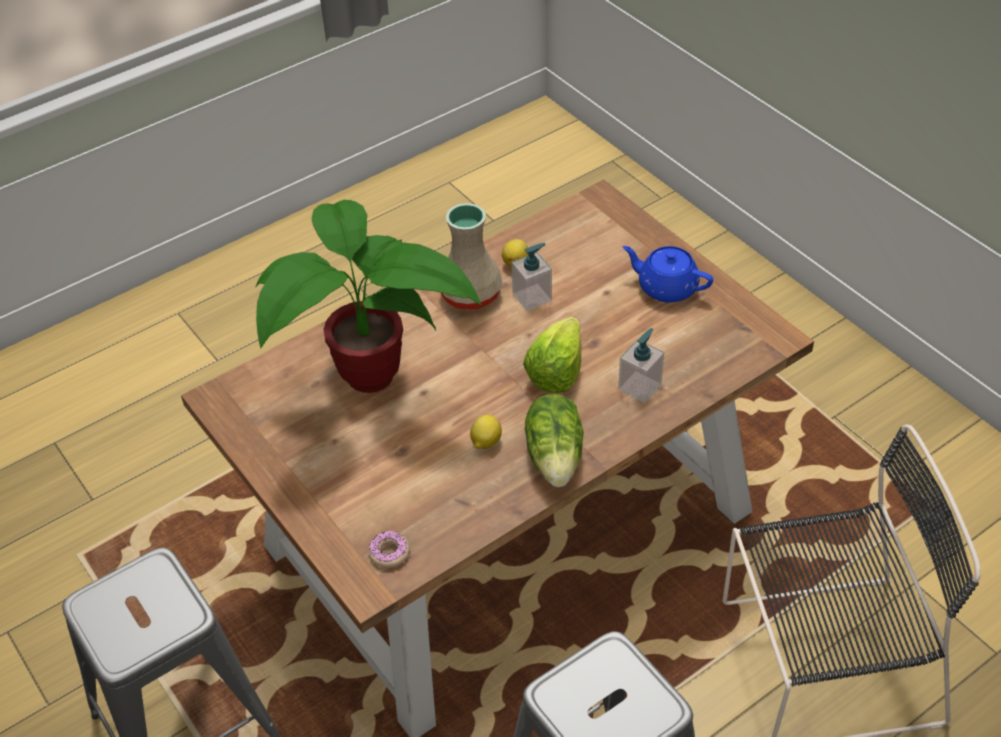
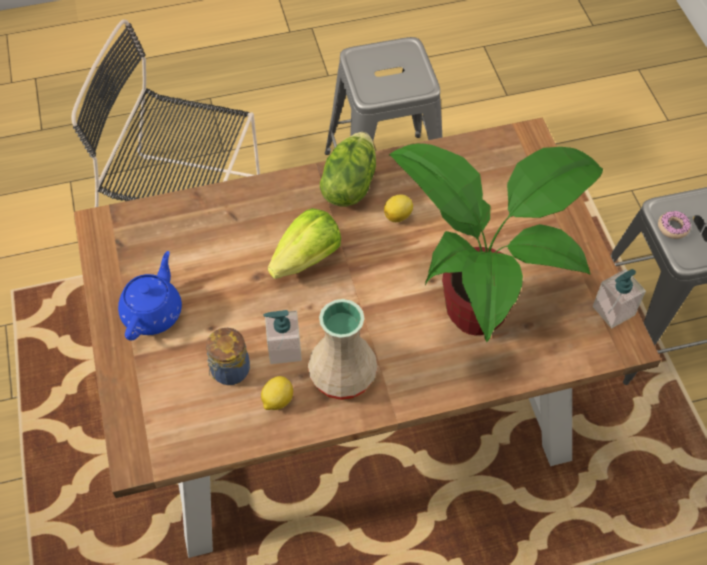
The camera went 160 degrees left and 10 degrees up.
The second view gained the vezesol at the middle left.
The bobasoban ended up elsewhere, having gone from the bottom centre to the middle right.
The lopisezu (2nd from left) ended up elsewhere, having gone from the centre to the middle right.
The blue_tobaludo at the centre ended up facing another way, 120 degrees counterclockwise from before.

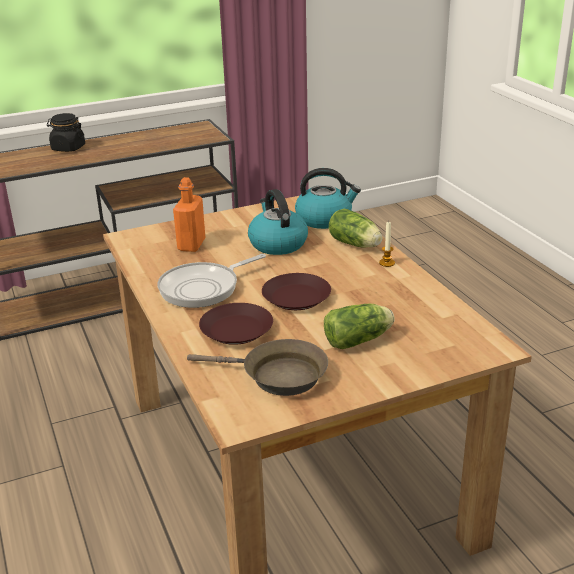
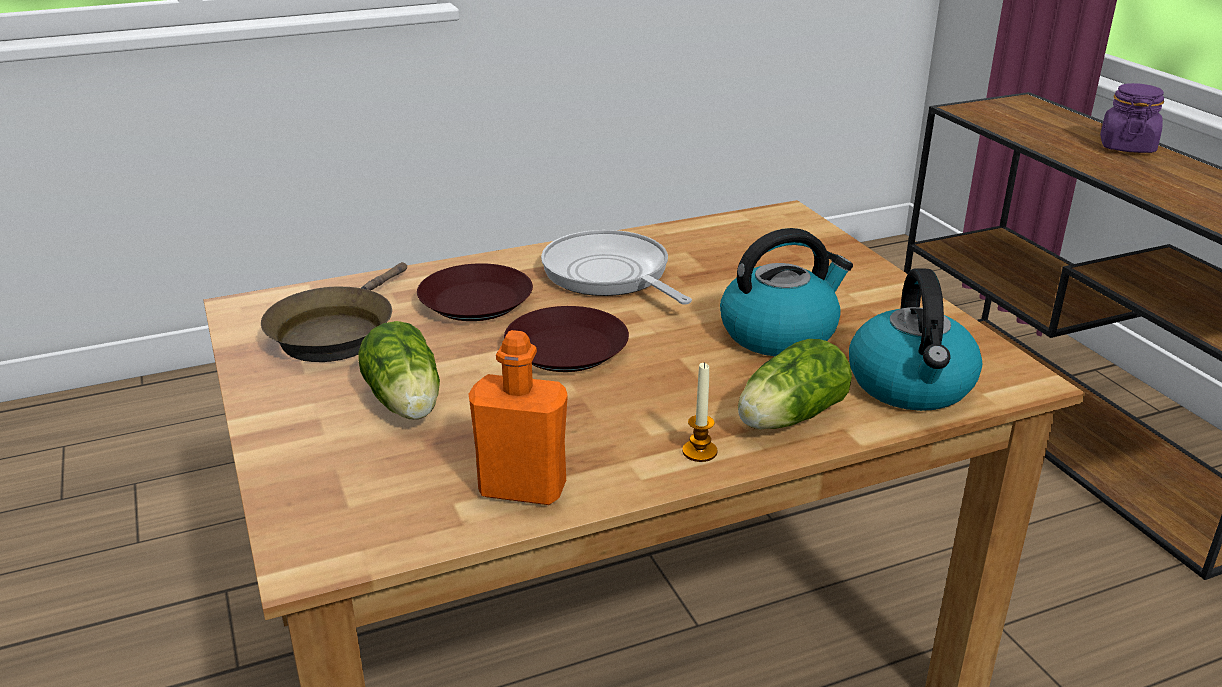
The camera went 90 degrees right and 0 degrees up.
The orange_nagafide ended up elsewhere, having gone from the middle left to the centre.
What was the black_vezesol at the top left turned into the purple_vezesol at the top right.

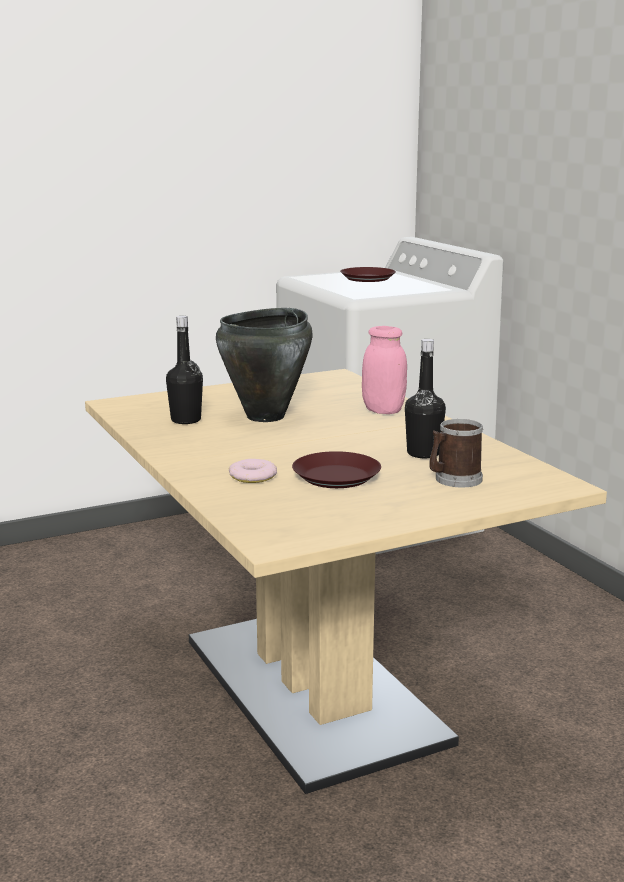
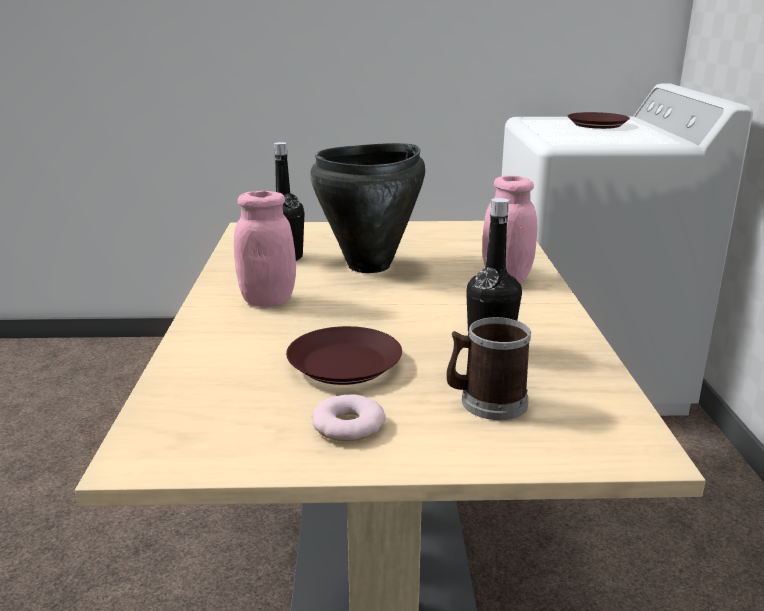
The camera went 25 degrees right and 5 degrees up.
The second view gained the pink_vezesol (1st from left) at the centre.
The bobasoban ended up elsewhere, having gone from the centre to the bottom centre.

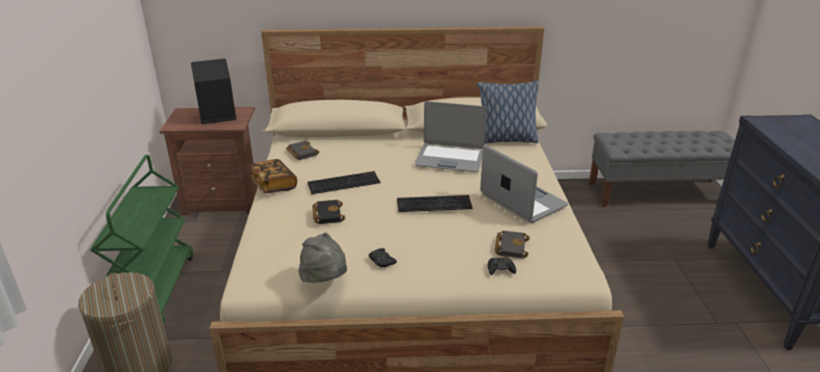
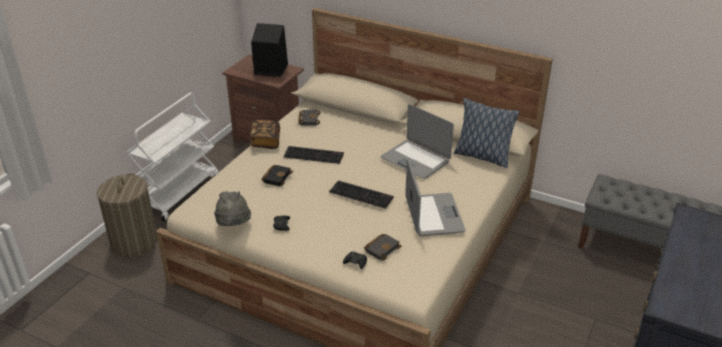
The camera went 30 degrees right and 5 degrees up.
What was the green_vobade at the middle left turned into the white_vobade at the middle left.

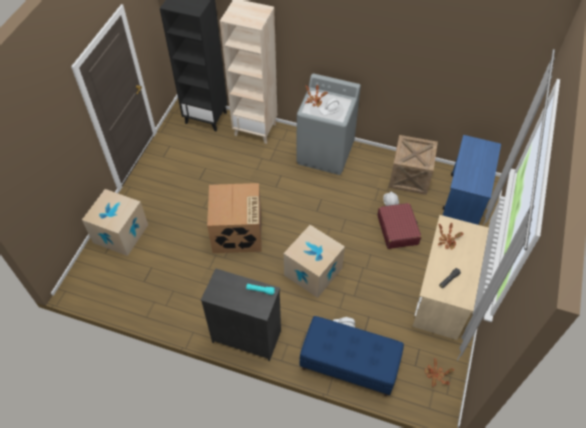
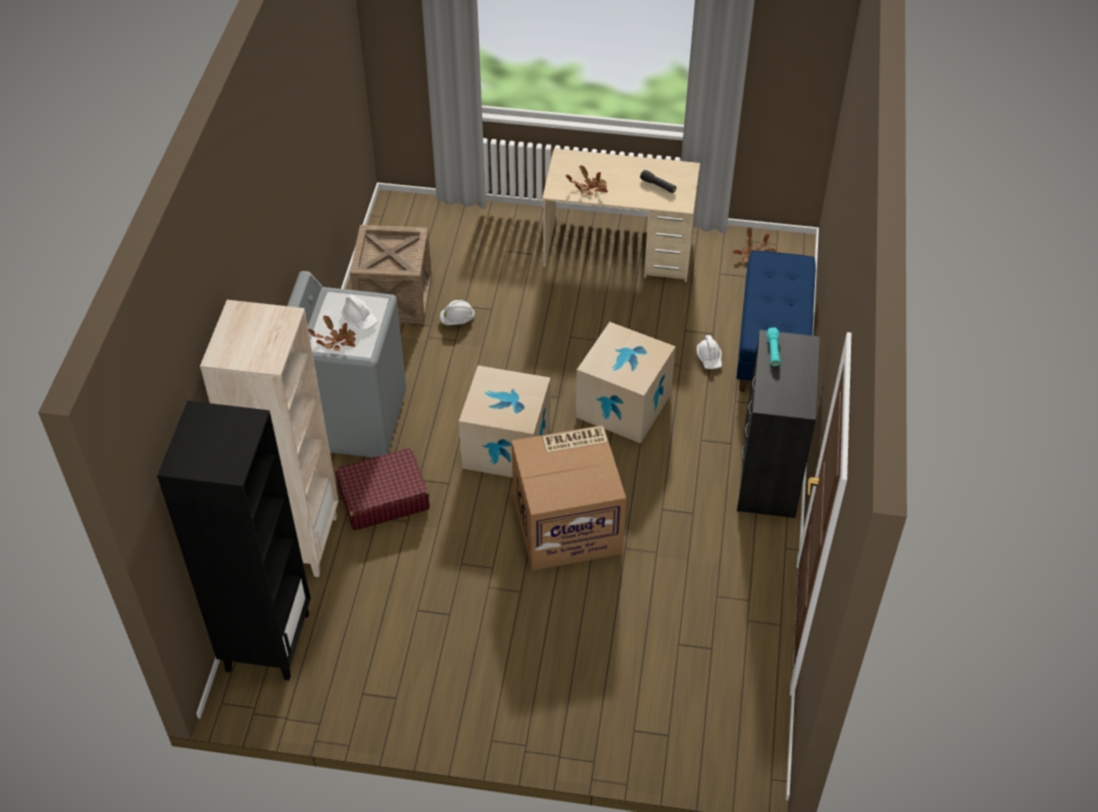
The camera went 100 degrees left and 5 degrees down.
The second view lost the blue_vobade at the middle right.
The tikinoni (1st from left) ended up elsewhere, having gone from the middle left to the centre.
The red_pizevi ended up elsewhere, having gone from the middle right to the centre.

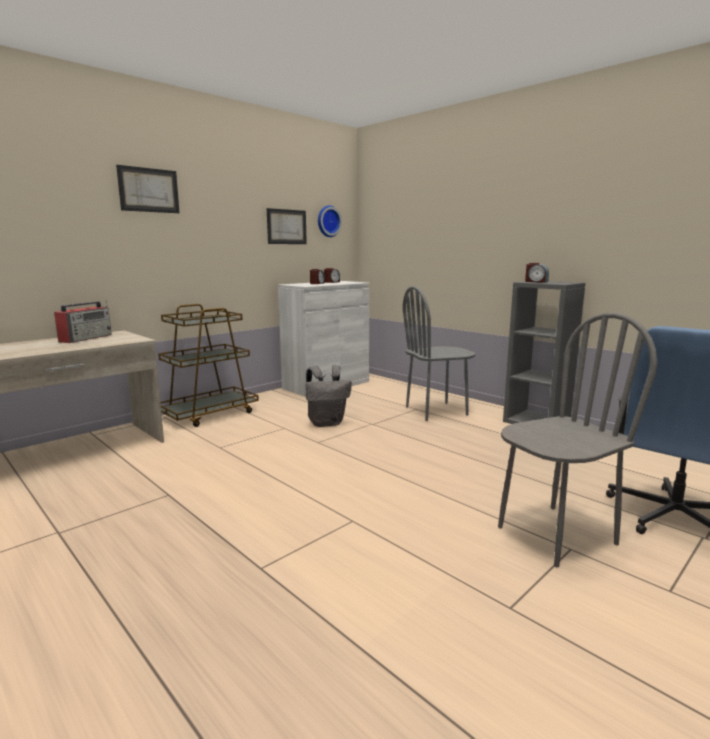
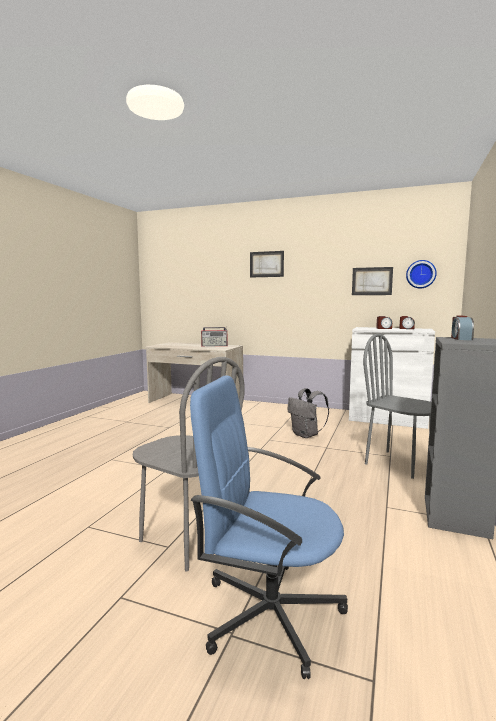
The camera went 65 degrees right and 5 degrees down.
The second view lost the brown_vobade at the middle left.

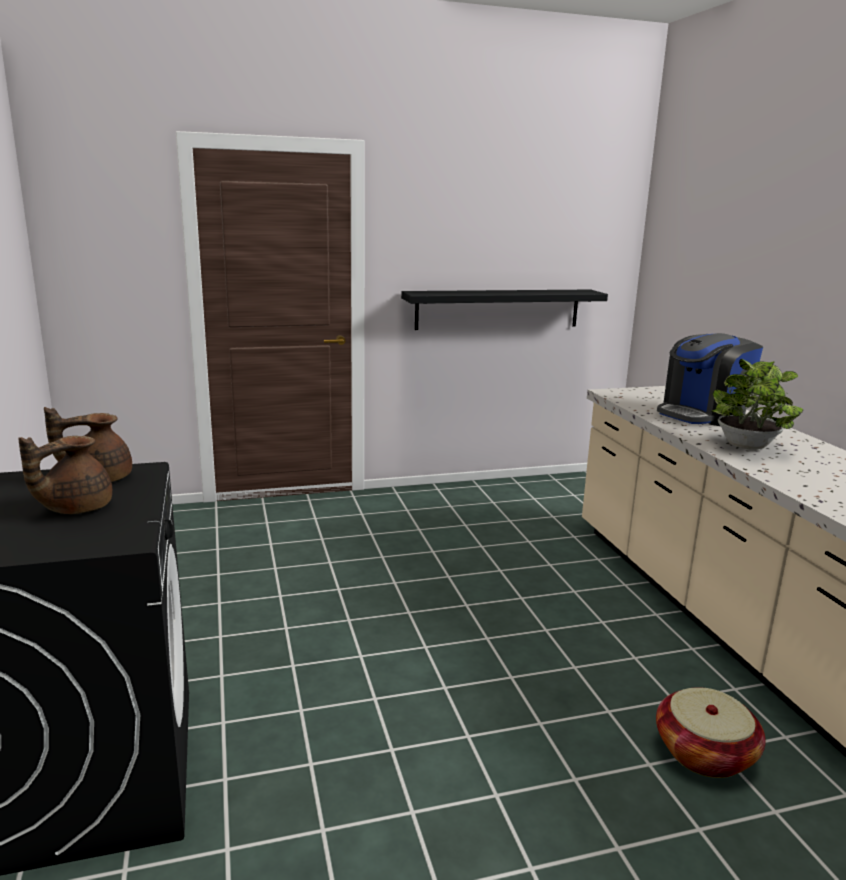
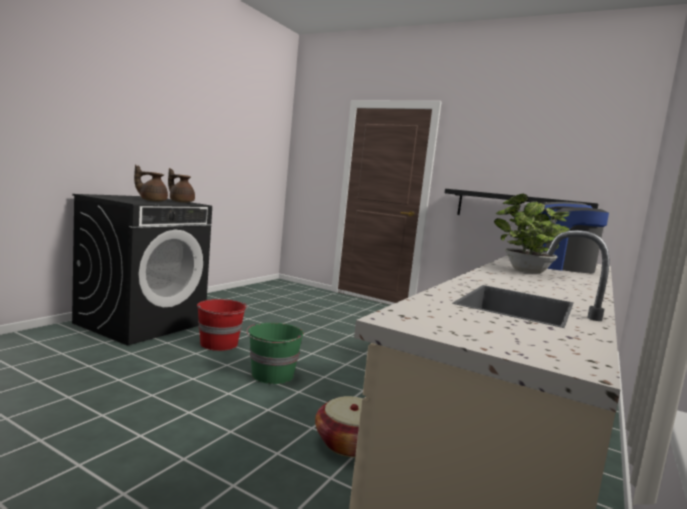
The camera went 45 degrees right and 10 degrees down.
The second view gained the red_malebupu at the middle left.
The second view gained the green_malebupu at the bottom centre.

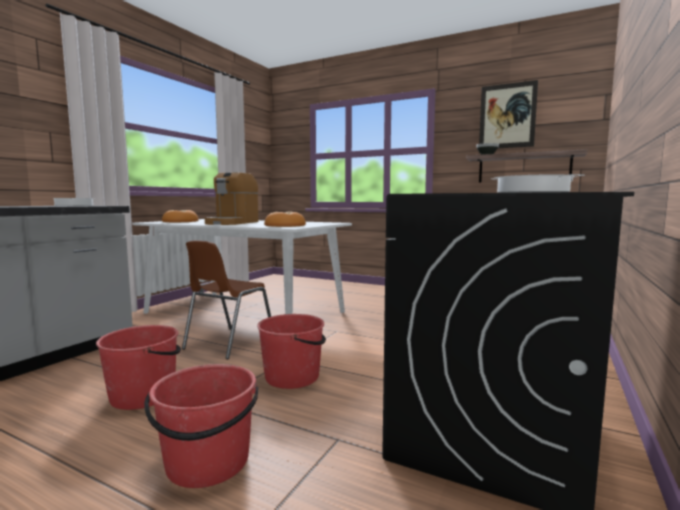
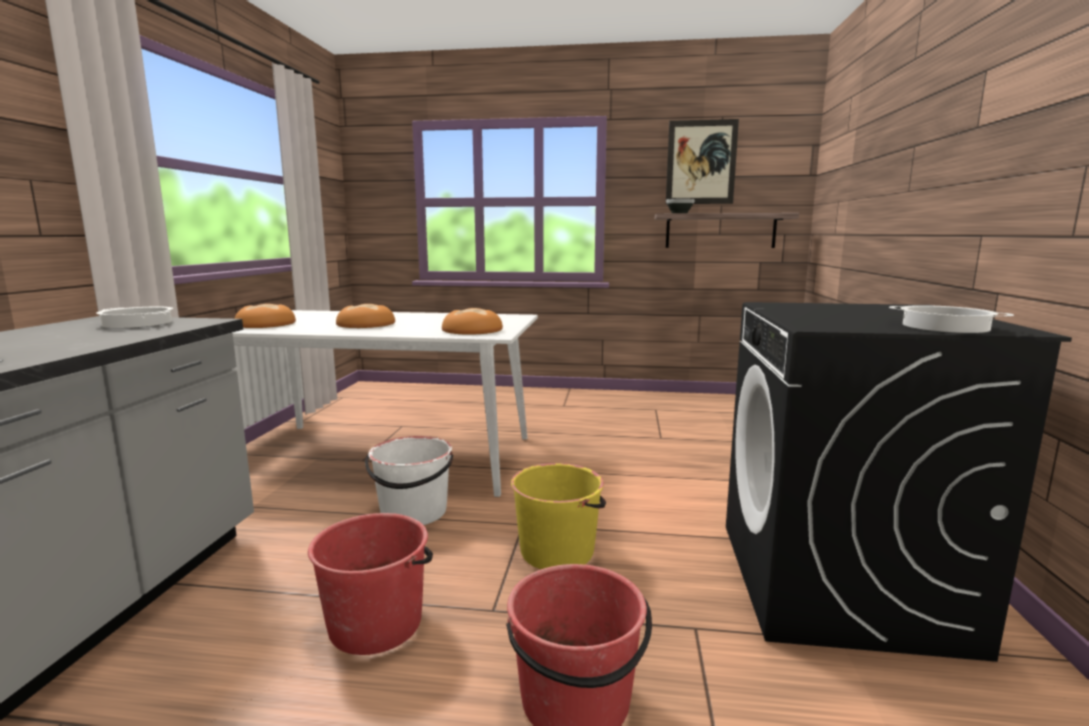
The camera went 20 degrees left and 5 degrees up.
Where the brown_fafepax stood at the middle left, the white_malebupu came to stand at the centre.
Where the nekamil stood at the centre, the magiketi (2nd from left) came to stand at the centre.
What was the red_malebupu (3rd from left) at the bottom centre turned into the yellow_malebupu at the bottom centre.

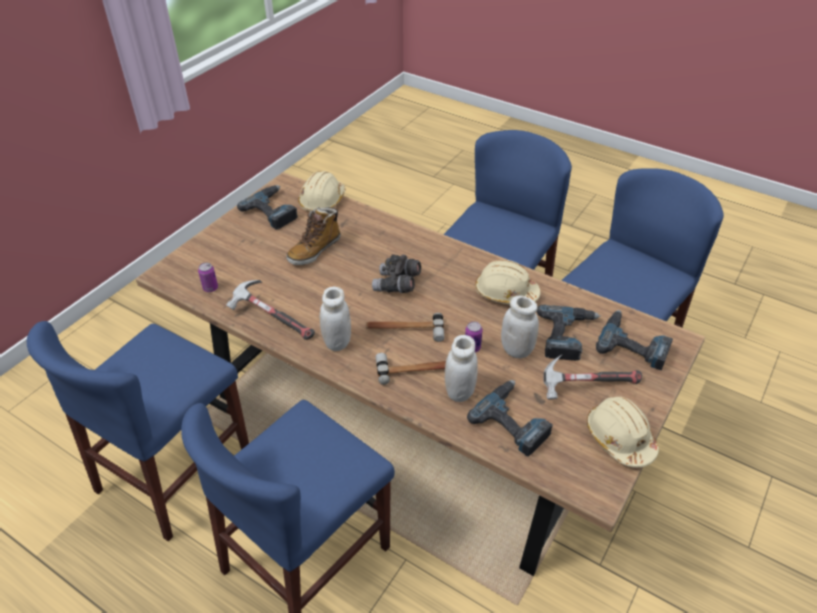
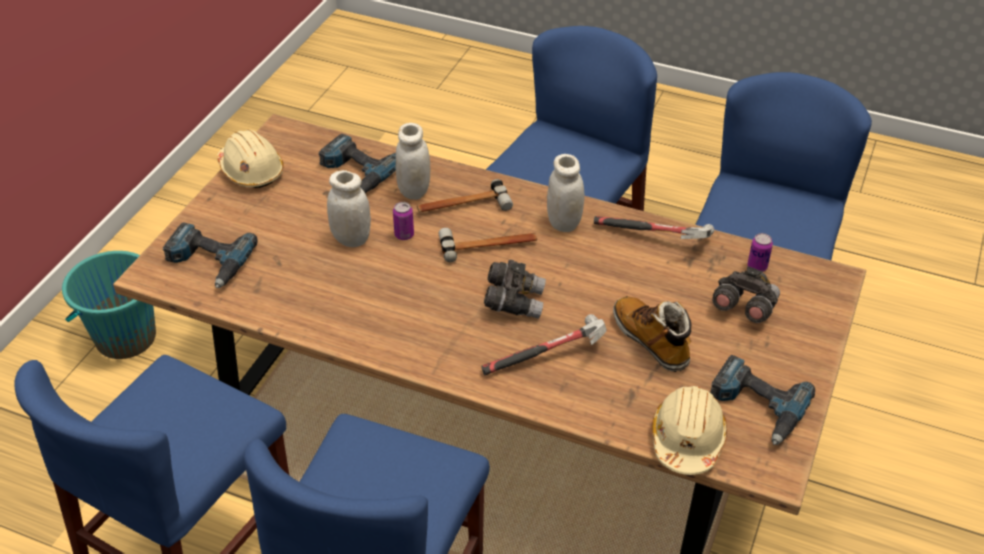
The camera went 170 degrees right and 0 degrees up.
The second view lost the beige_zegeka (2nd from left) at the centre.
The second view lost the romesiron (3rd from left) at the middle right.
The second view gained the turquoise_malebupu at the middle left.
The second view gained the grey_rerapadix (2nd from left) at the middle right.
The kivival (4th from left in the first image) ended up elsewhere, having gone from the middle right to the centre.
The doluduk at the centre ended up facing another way, 60 degrees counterclockwise from before.

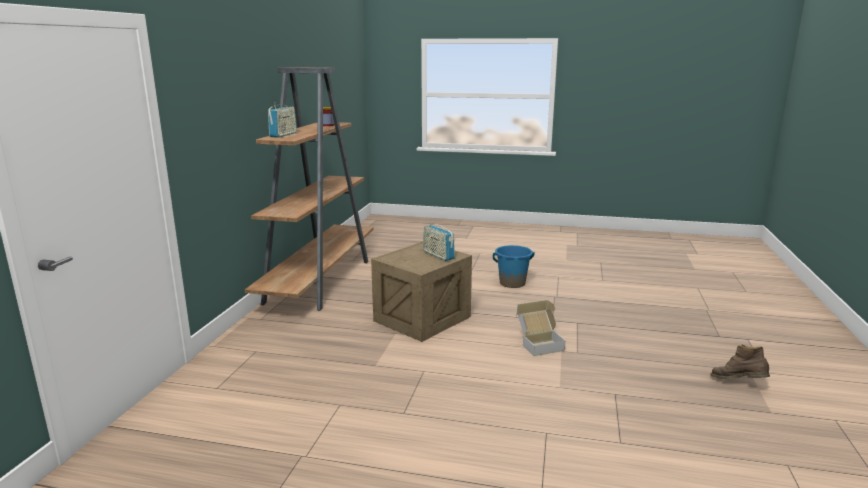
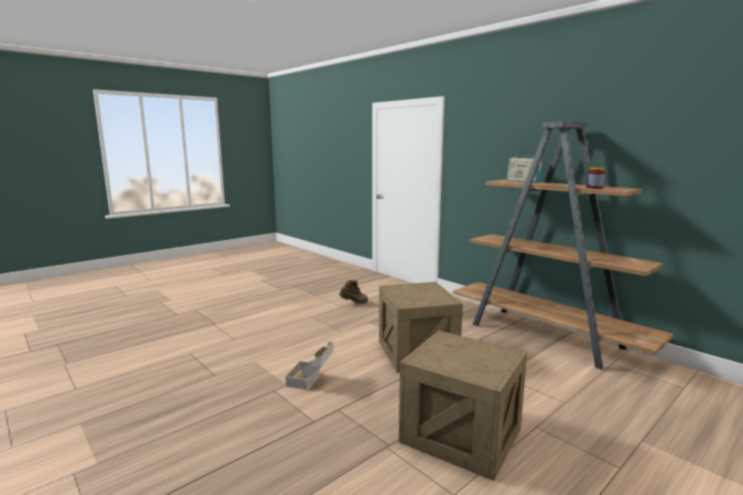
The camera went 125 degrees right and 5 degrees down.
The second view lost the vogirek (2nd from left) at the centre.
The brown_doluduk ended up elsewhere, having gone from the bottom right to the centre.
Where the blue_malebupu stood at the centre, the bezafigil (2nd from left) came to stand at the bottom centre.

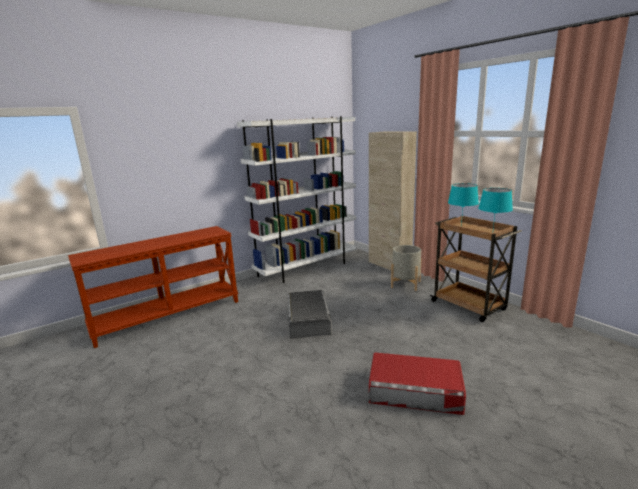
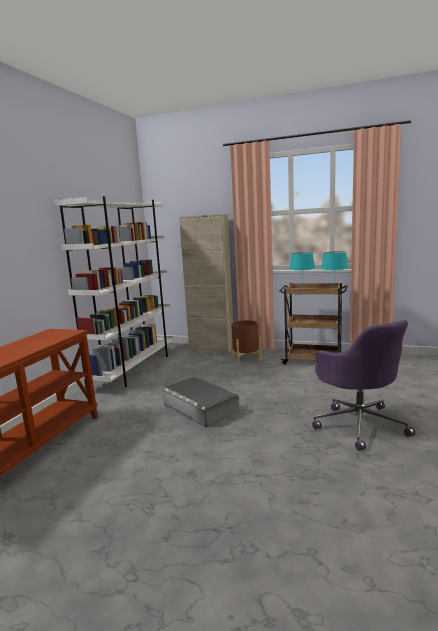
The camera went 35 degrees left and 5 degrees down.
Where the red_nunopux stood at the bottom centre, the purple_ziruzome came to stand at the middle right.
What was the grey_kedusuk at the centre turned into the brown_kedusuk at the centre.

